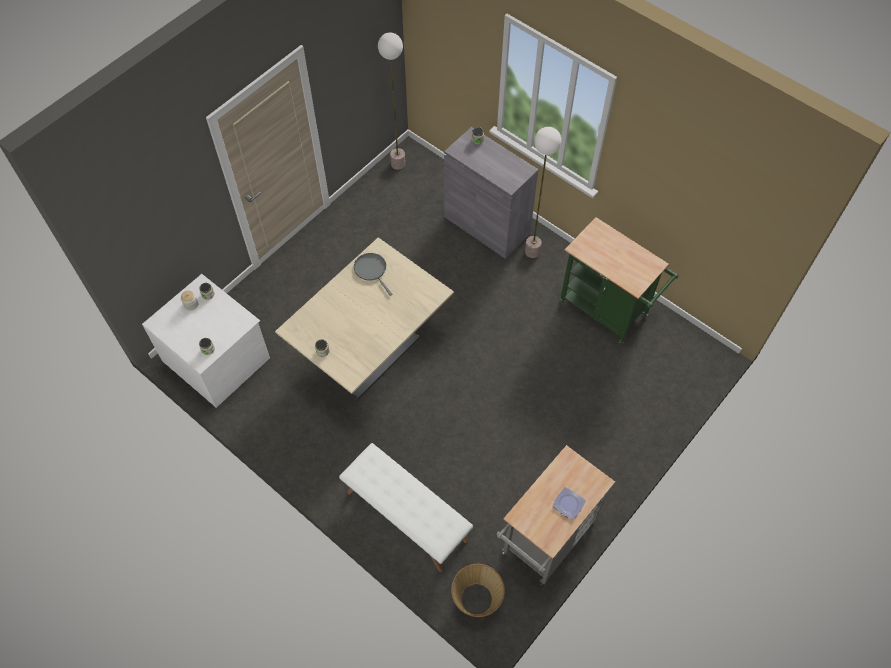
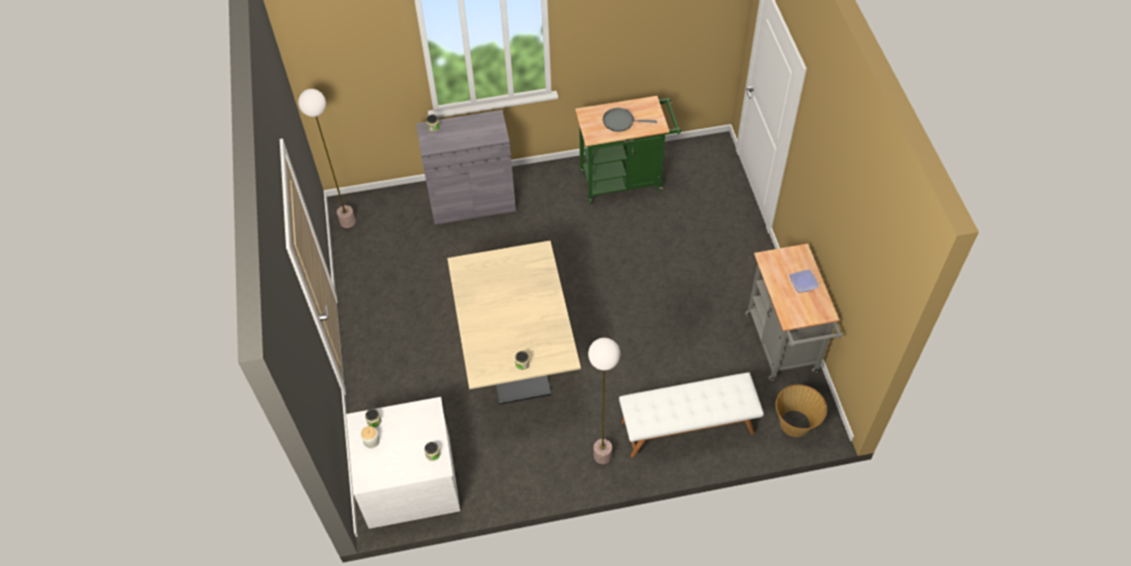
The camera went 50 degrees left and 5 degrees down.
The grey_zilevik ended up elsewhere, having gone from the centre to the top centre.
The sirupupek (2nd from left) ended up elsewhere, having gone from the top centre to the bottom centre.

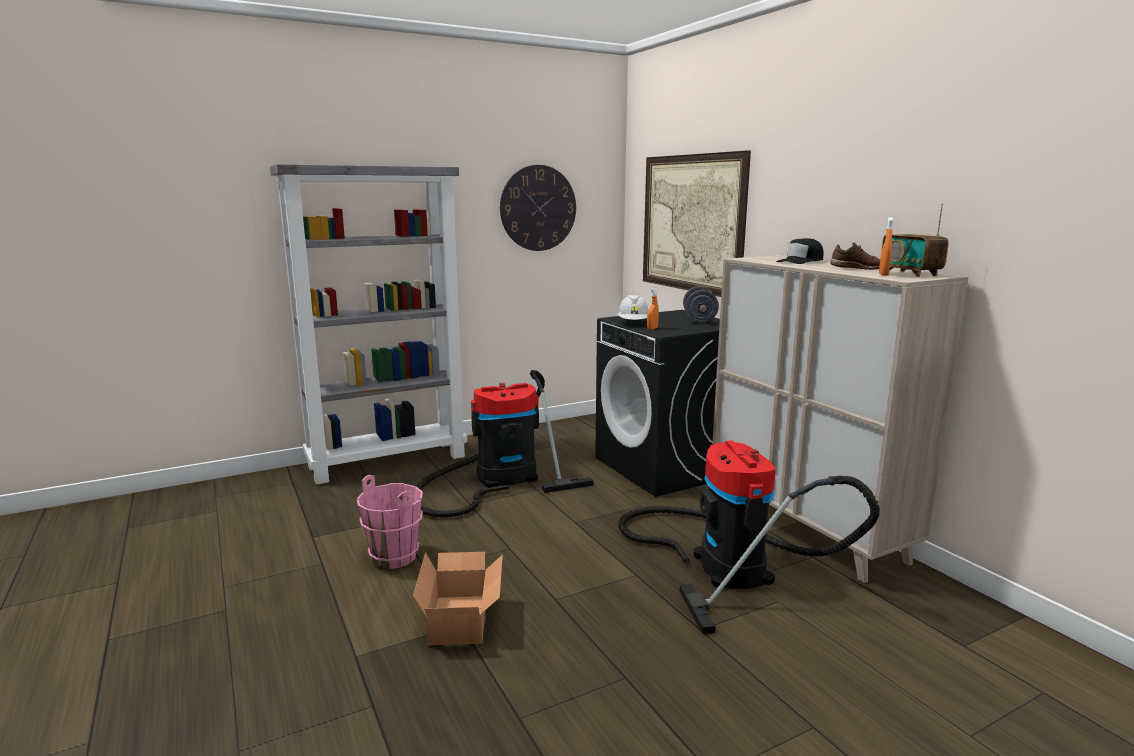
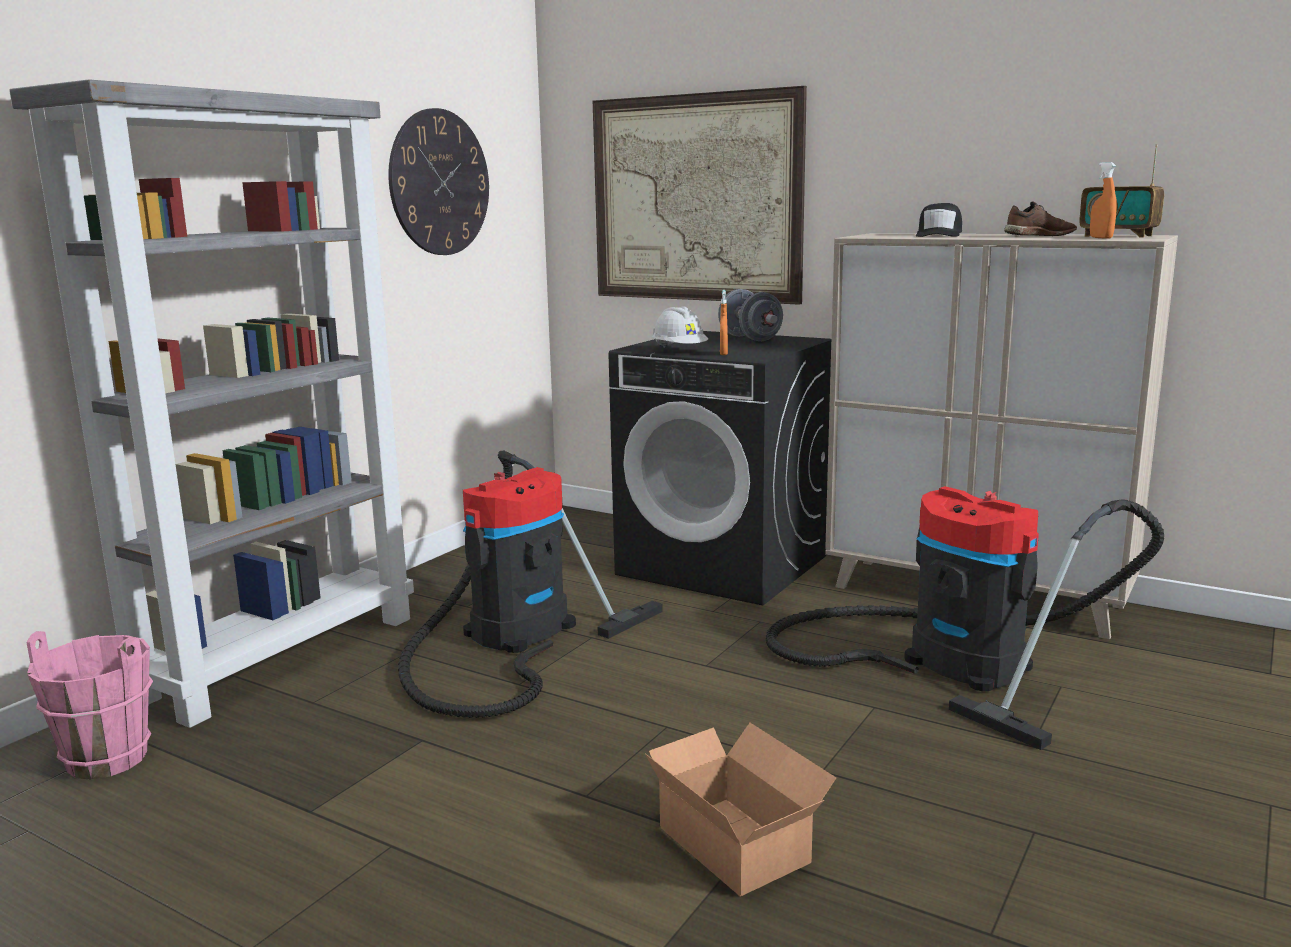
The camera went 30 degrees left and 0 degrees up.
The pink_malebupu ended up elsewhere, having gone from the bottom centre to the bottom left.

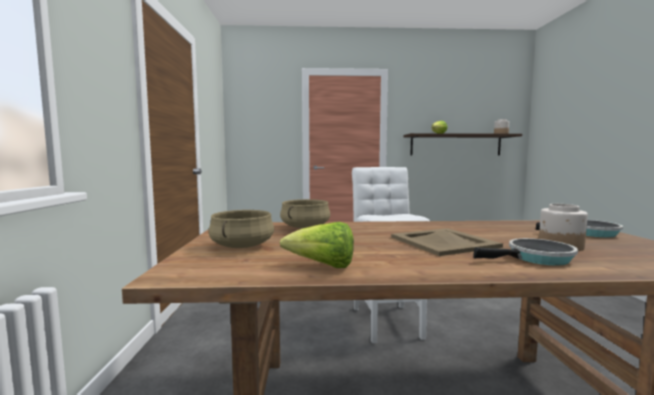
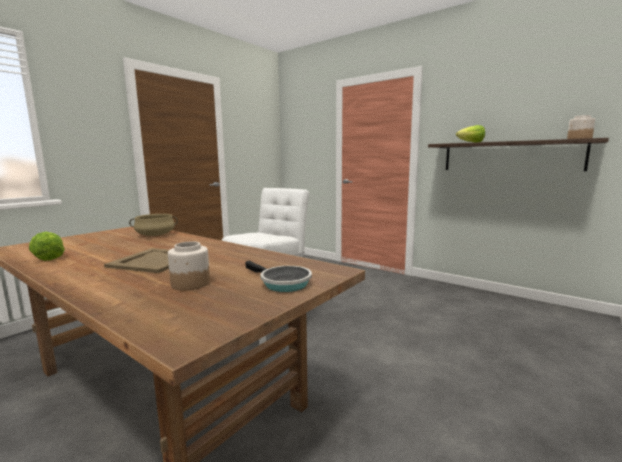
The camera went 40 degrees right and 5 degrees up.
The second view lost the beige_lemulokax (1st from left) at the centre.
The second view lost the zilevik (1st from left) at the middle right.

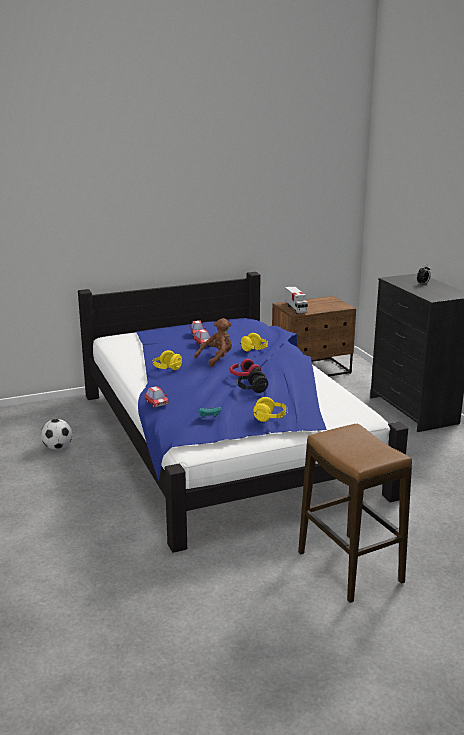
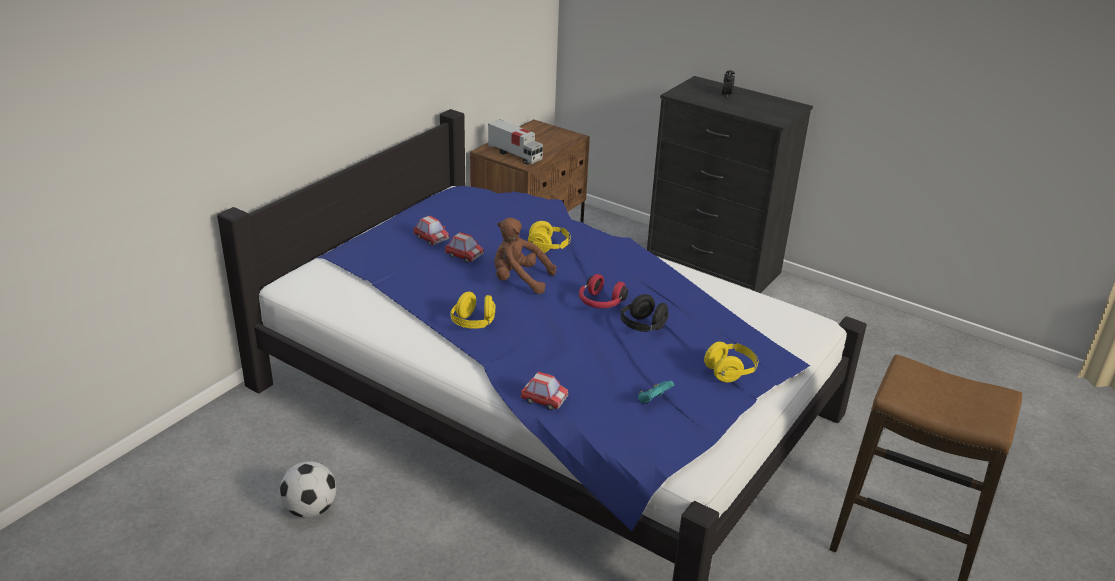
The camera went 35 degrees left and 10 degrees up.
The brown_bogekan at the centre ended up facing another way, 90 degrees counterclockwise from before.

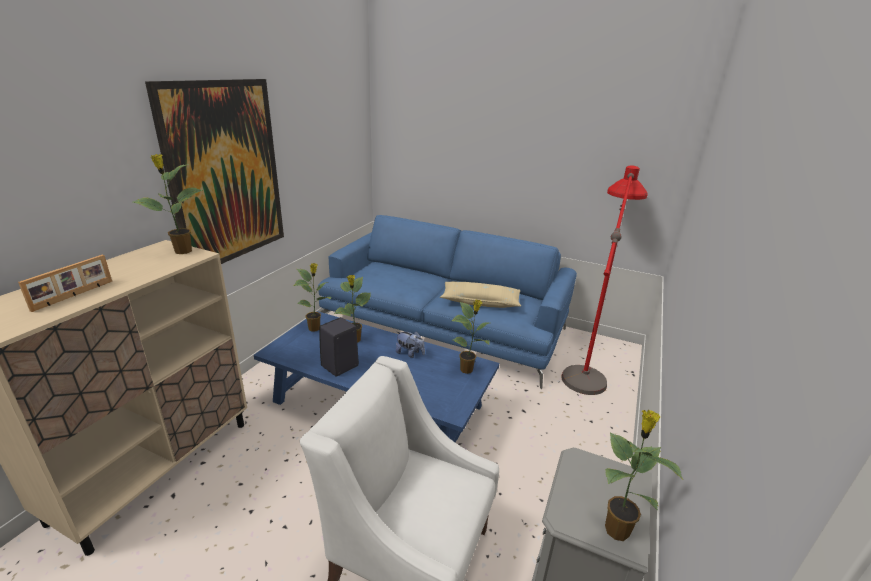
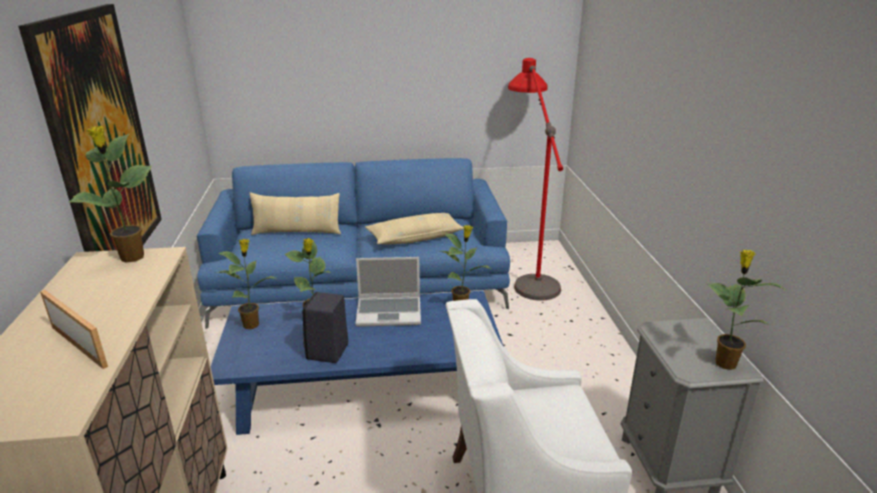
The camera went 30 degrees left and 0 degrees up.
The second view gained the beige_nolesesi (1st from left) at the centre.
Where the bogekan stood at the centre, the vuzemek came to stand at the centre.
The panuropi at the middle left ended up facing another way, 45 degrees counterclockwise from before.

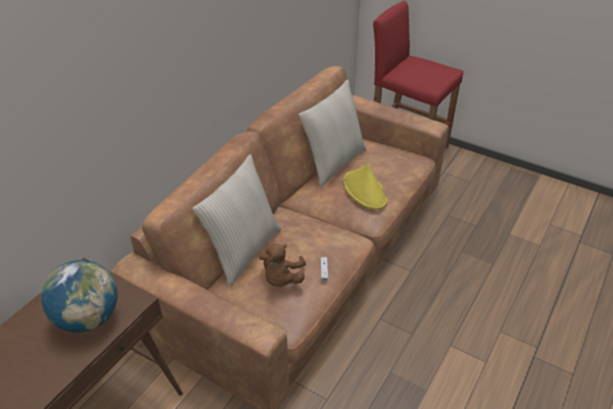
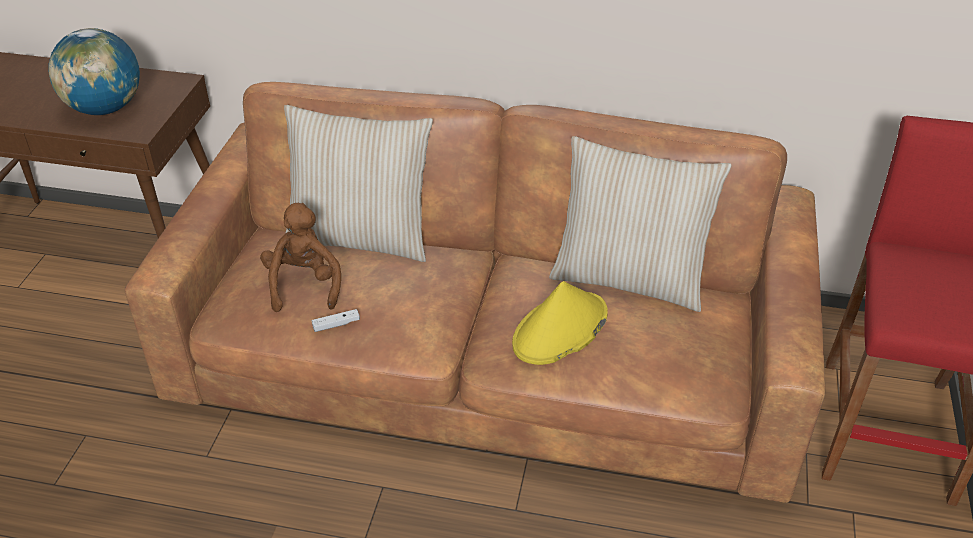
The camera went 70 degrees right and 0 degrees up.
The brown_bogekan at the centre ended up facing another way, 90 degrees clockwise from before.

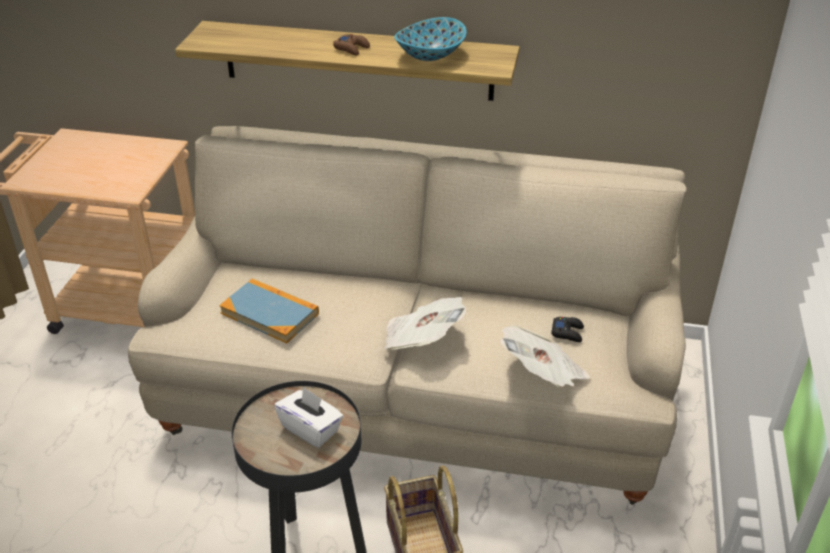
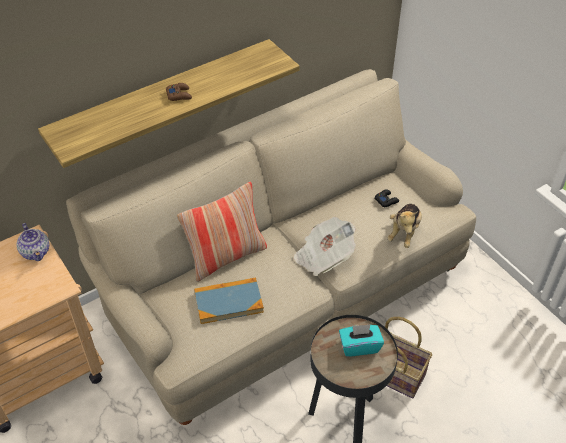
The camera went 45 degrees left and 10 degrees up.
The second view lost the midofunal at the top centre.
The second view gained the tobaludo at the middle left.
The second view gained the nolesesi at the centre.
Where the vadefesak (2nd from left) stood at the centre, the bogekan came to stand at the middle right.
What was the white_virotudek at the bottom centre turned into the turquoise_virotudek at the bottom centre.

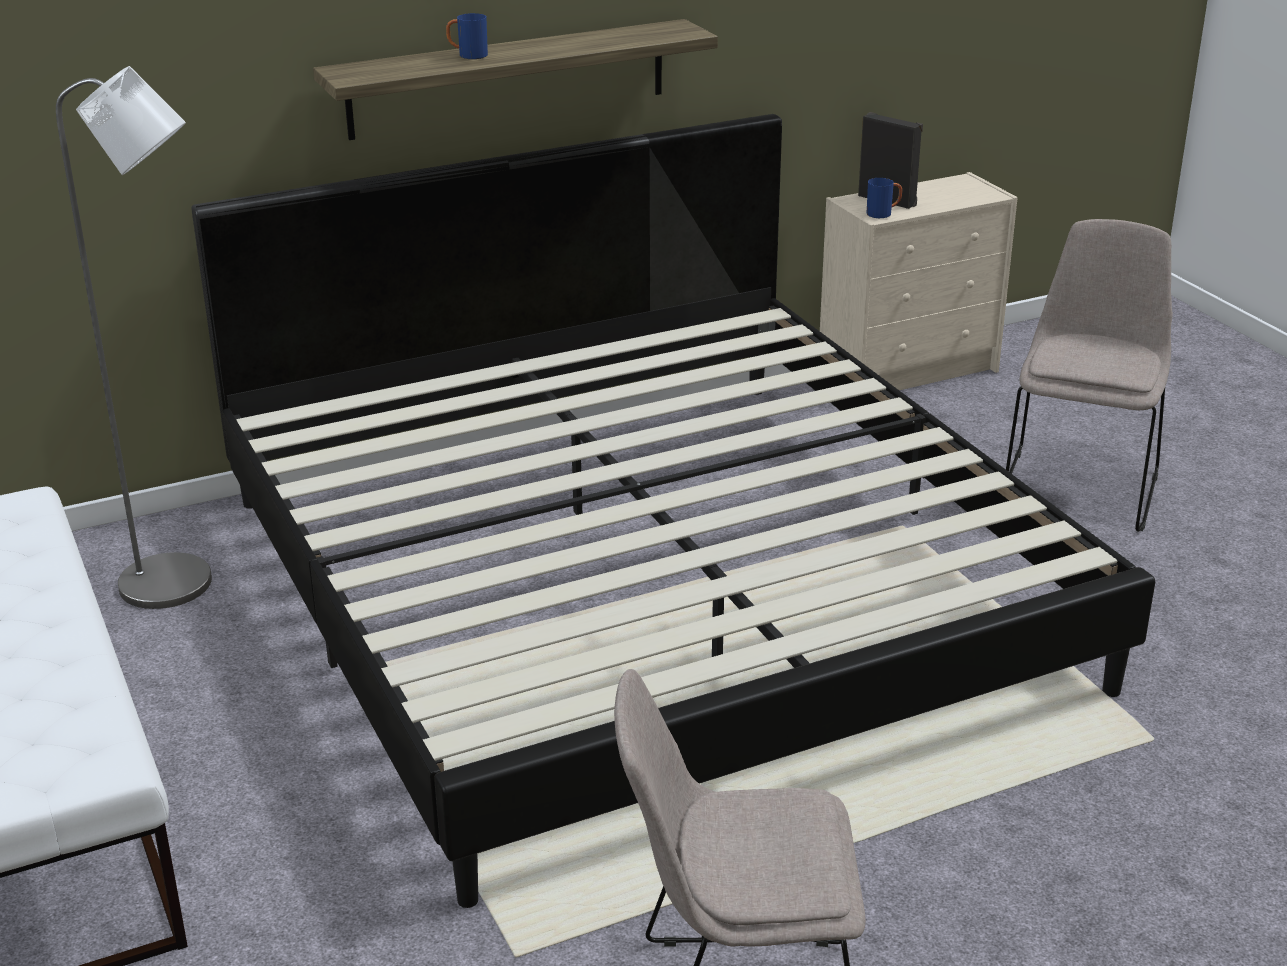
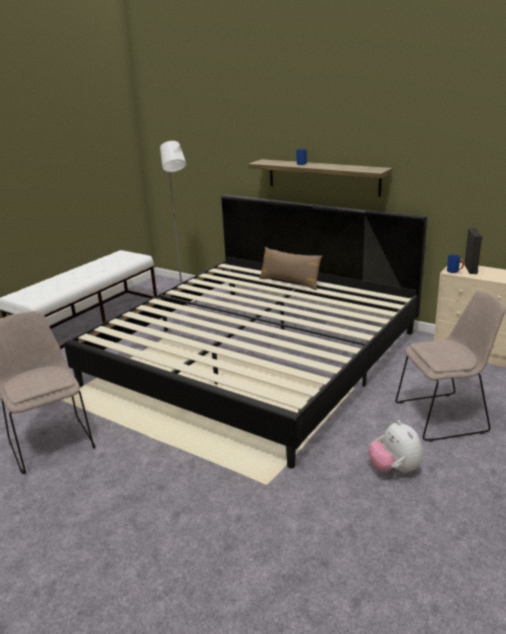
The camera went 60 degrees right and 5 degrees down.
The second view gained the brown_nolesesi at the centre.
The second view gained the bogekan at the bottom right.

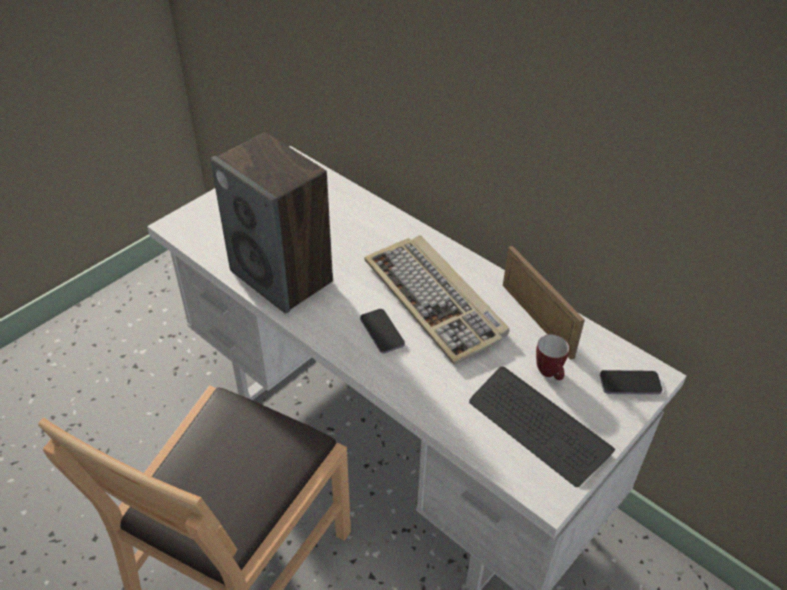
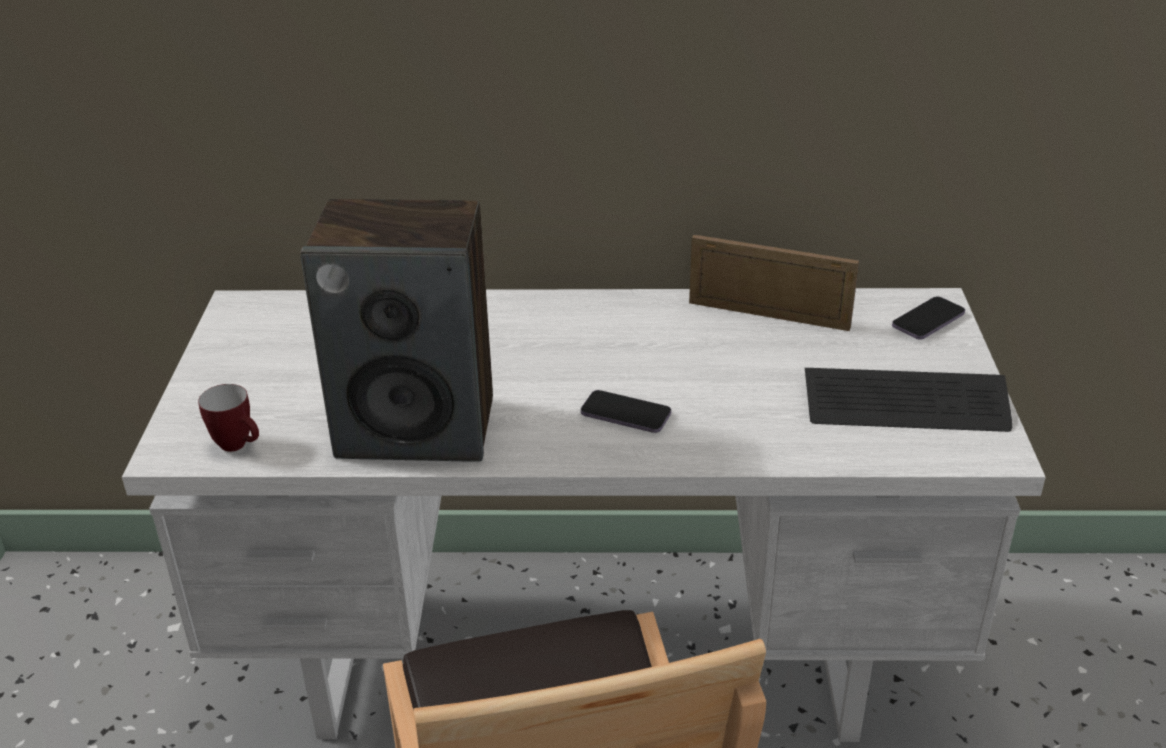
The camera went 40 degrees left and 10 degrees down.
The second view lost the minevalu (1st from left) at the centre.
The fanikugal ended up elsewhere, having gone from the middle right to the middle left.

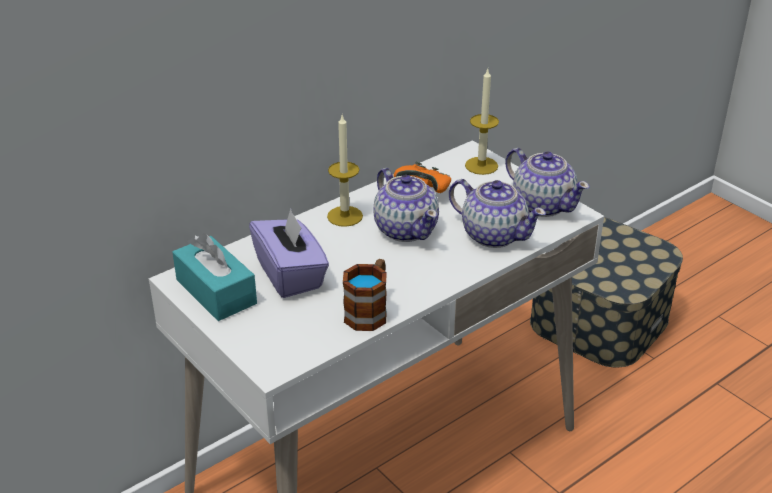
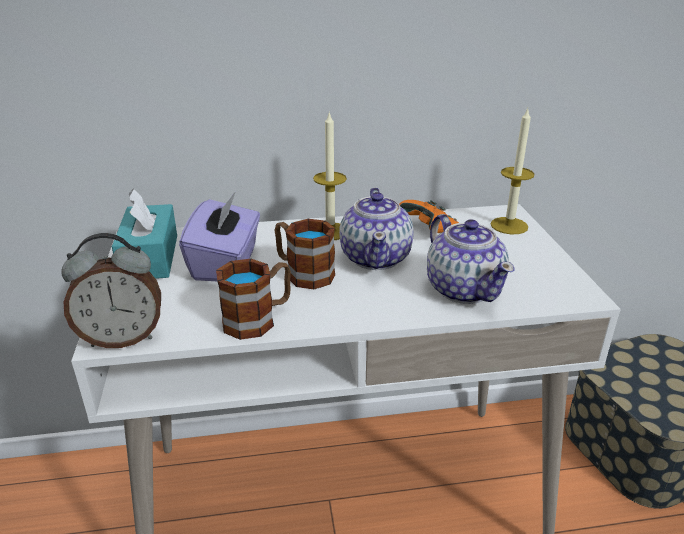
The camera went 30 degrees right and 5 degrees down.
The second view lost the tobaludo (3rd from left) at the middle right.
The second view gained the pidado at the middle left.
The second view gained the fanikugal (2nd from left) at the centre.

